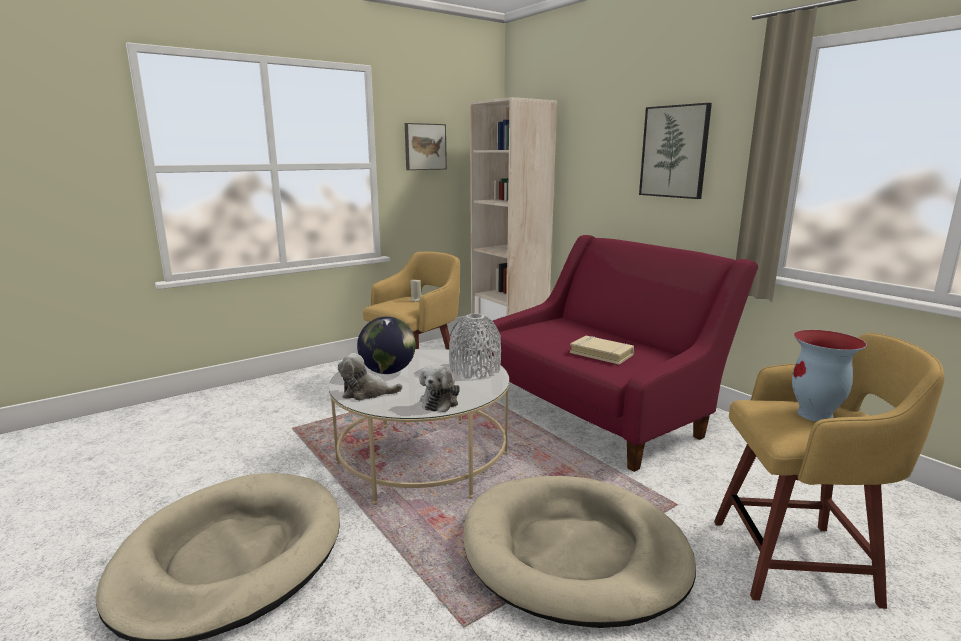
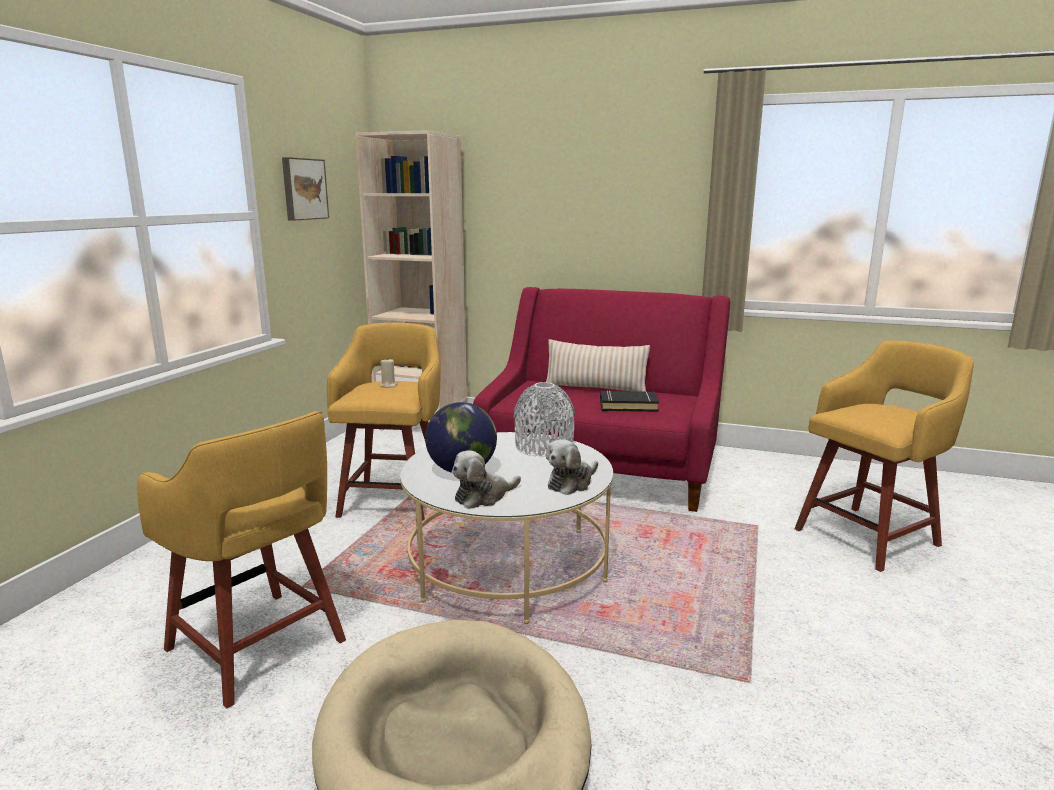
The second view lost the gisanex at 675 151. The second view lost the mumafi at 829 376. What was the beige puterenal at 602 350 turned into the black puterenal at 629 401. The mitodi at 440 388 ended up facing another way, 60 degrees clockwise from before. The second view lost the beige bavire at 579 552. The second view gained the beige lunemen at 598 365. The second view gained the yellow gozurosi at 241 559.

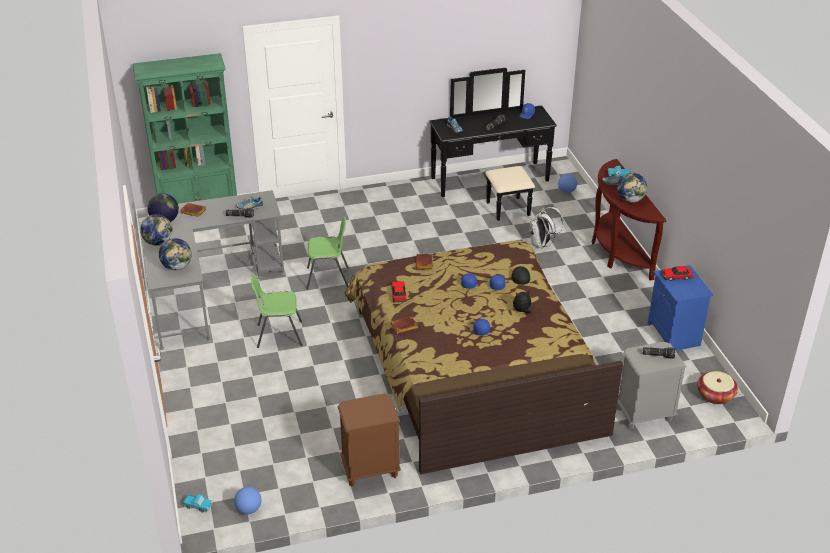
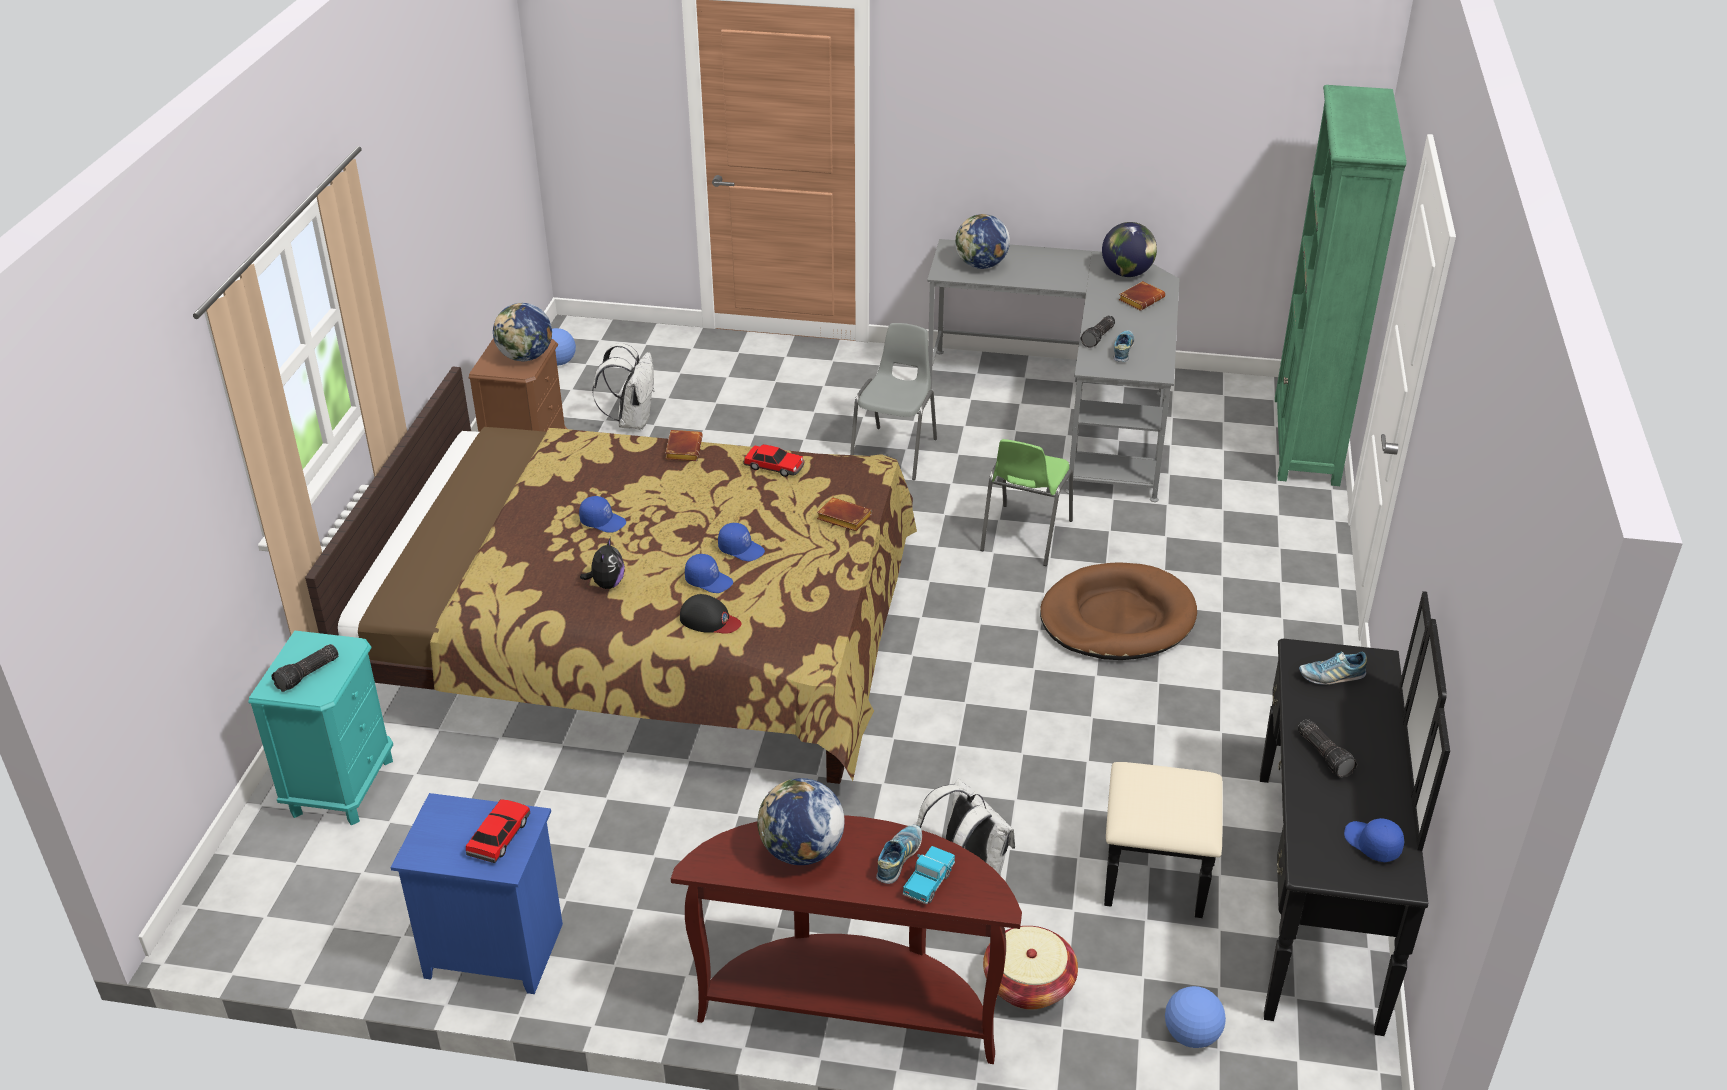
The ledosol ended up elsewhere, having gone from 156 230 to 522 332. What was the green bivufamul at 276 310 turned into the grey bivufamul at 893 401. What was the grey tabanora at 652 386 turned into the turquoise tabanora at 320 728. The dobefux ended up elsewhere, having gone from 717 387 to 1030 968. The second view lost the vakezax at 197 503. The second view gained the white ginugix at 623 386. The second view gained the brown bavire at 1118 611.

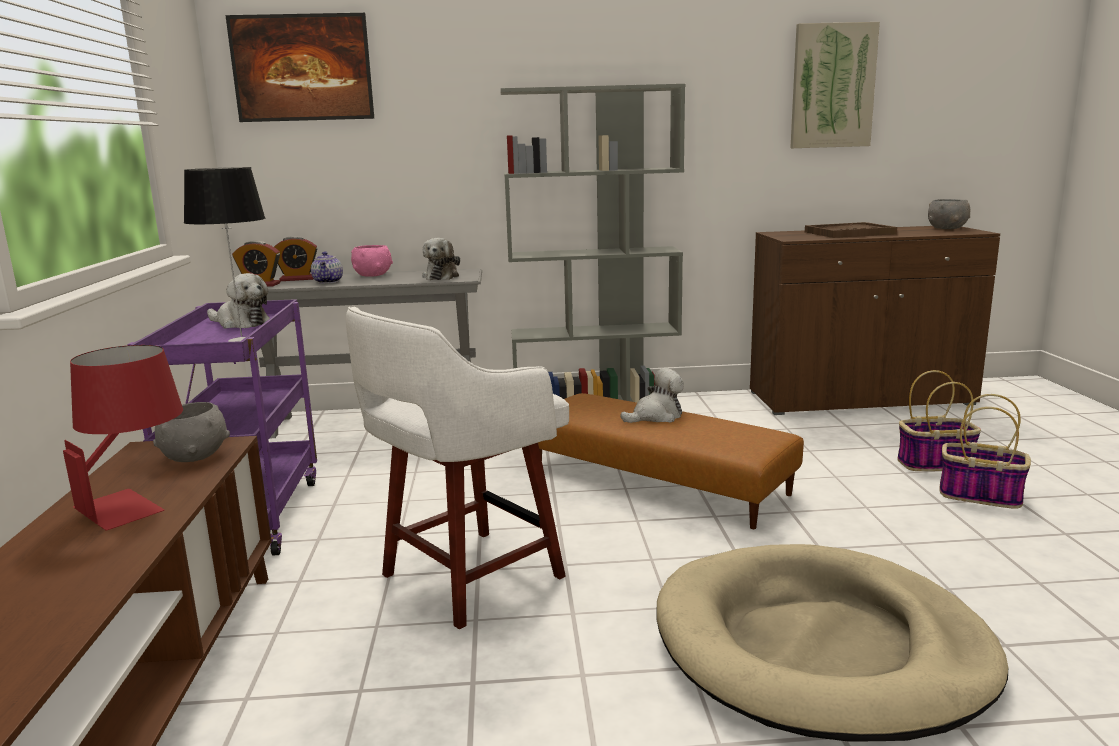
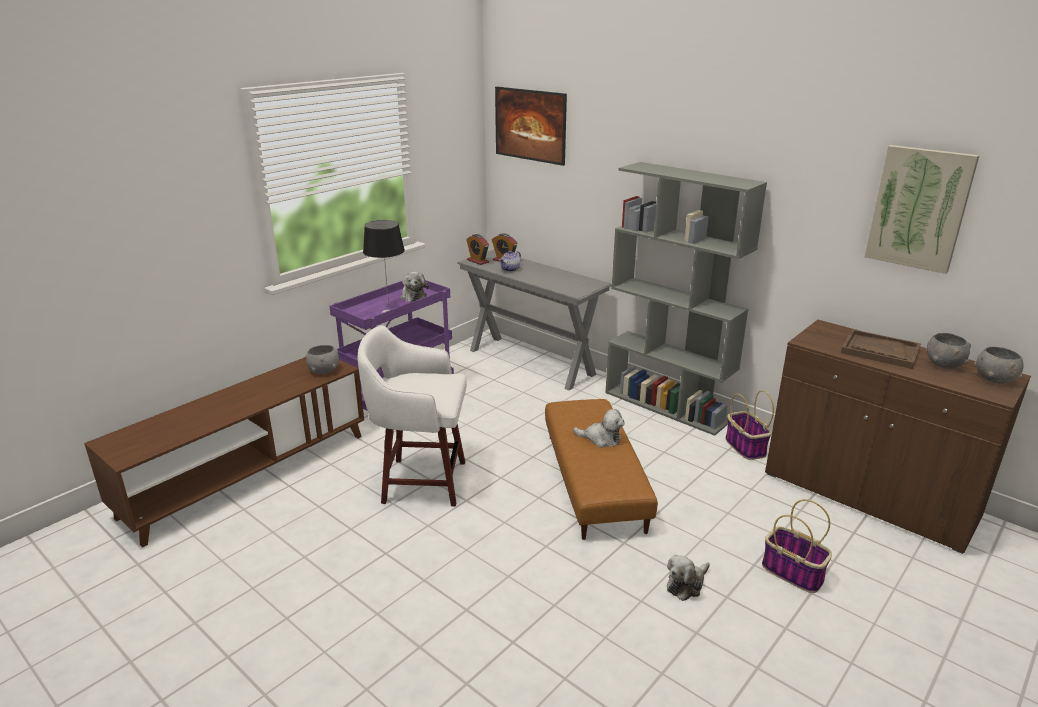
The mitodi ended up elsewhere, having gone from 441 259 to 688 578. The second view lost the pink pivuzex at 372 261. The second view lost the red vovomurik at 123 437. The dobefux ended up elsewhere, having gone from 985 451 to 749 425. The second view lost the beige bavire at 832 643. The second view gained the grey pivuzex at 949 351.

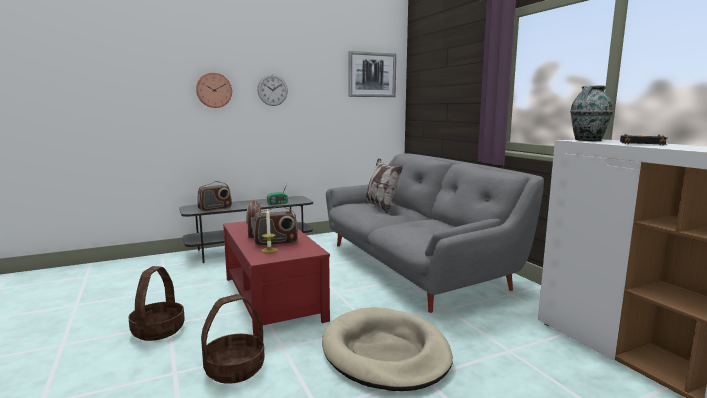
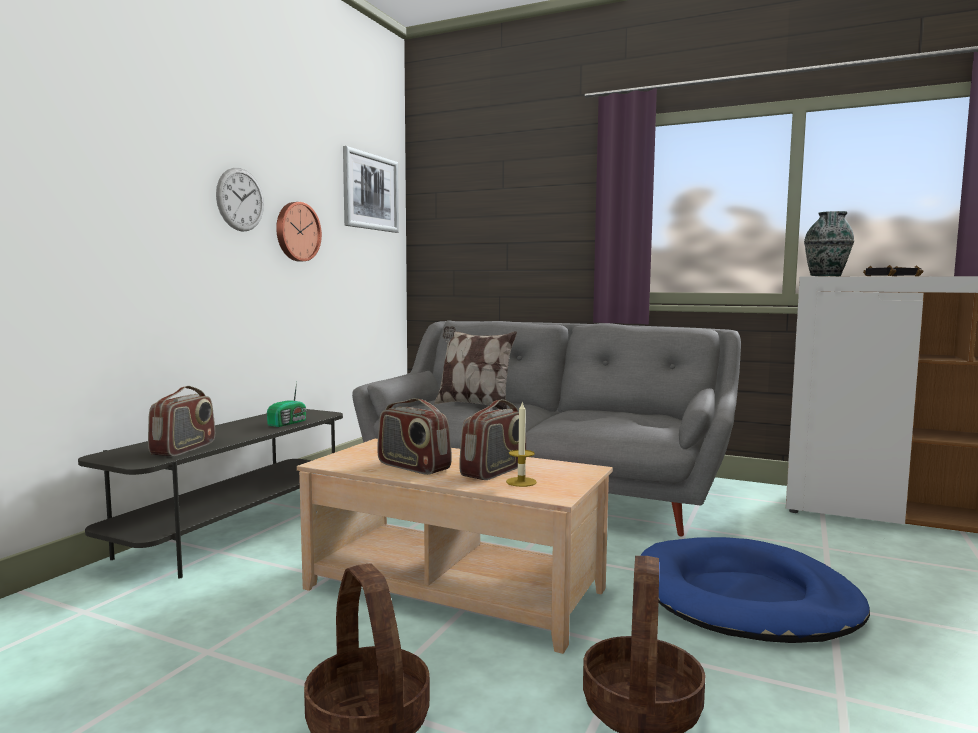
The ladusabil ended up elsewhere, having gone from 214 90 to 299 231. What was the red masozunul at 276 278 turned into the beige masozunul at 455 546. What was the beige bavire at 387 349 turned into the blue bavire at 755 590.

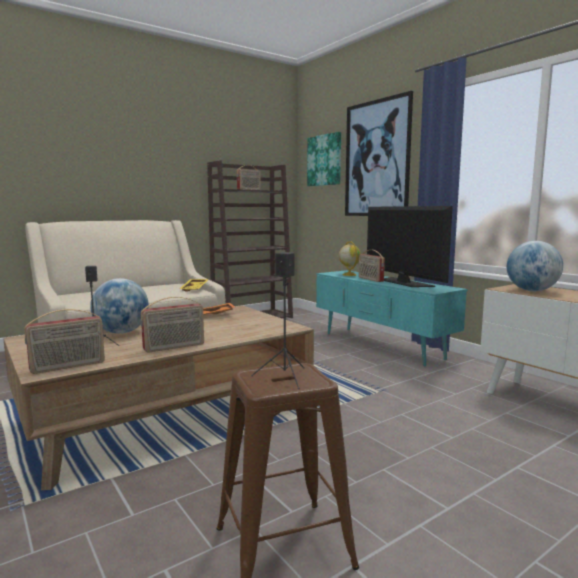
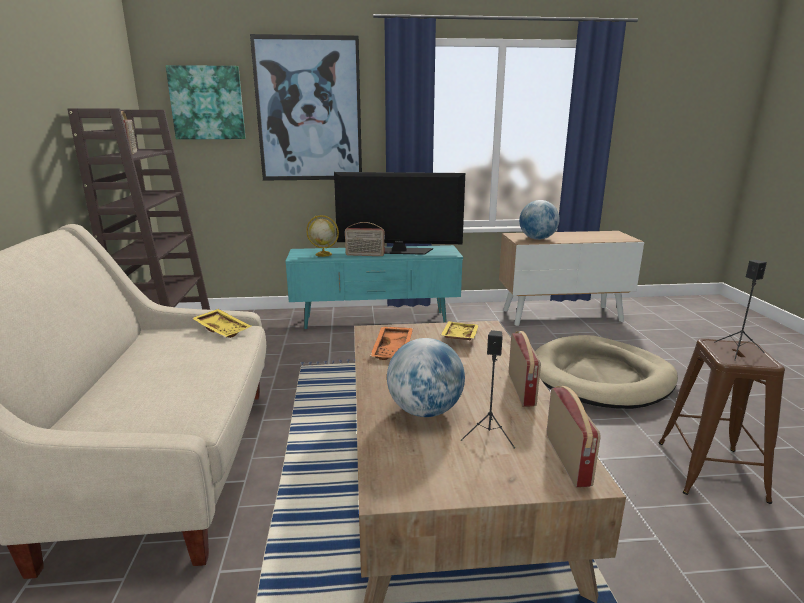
The second view gained the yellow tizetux at 460 330. The second view gained the beige bavire at 606 372.

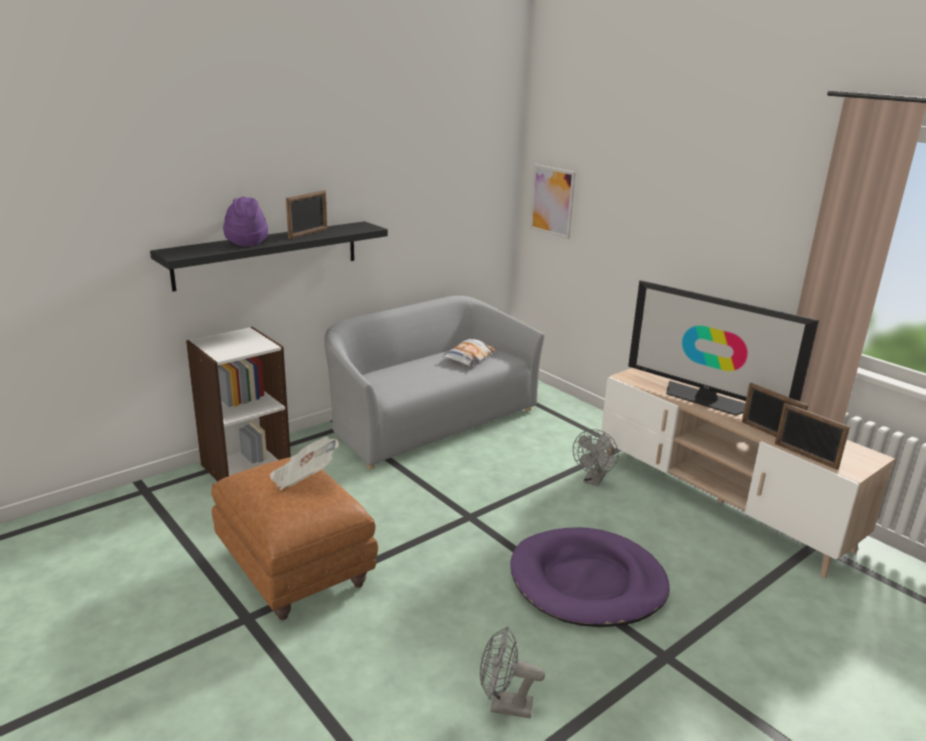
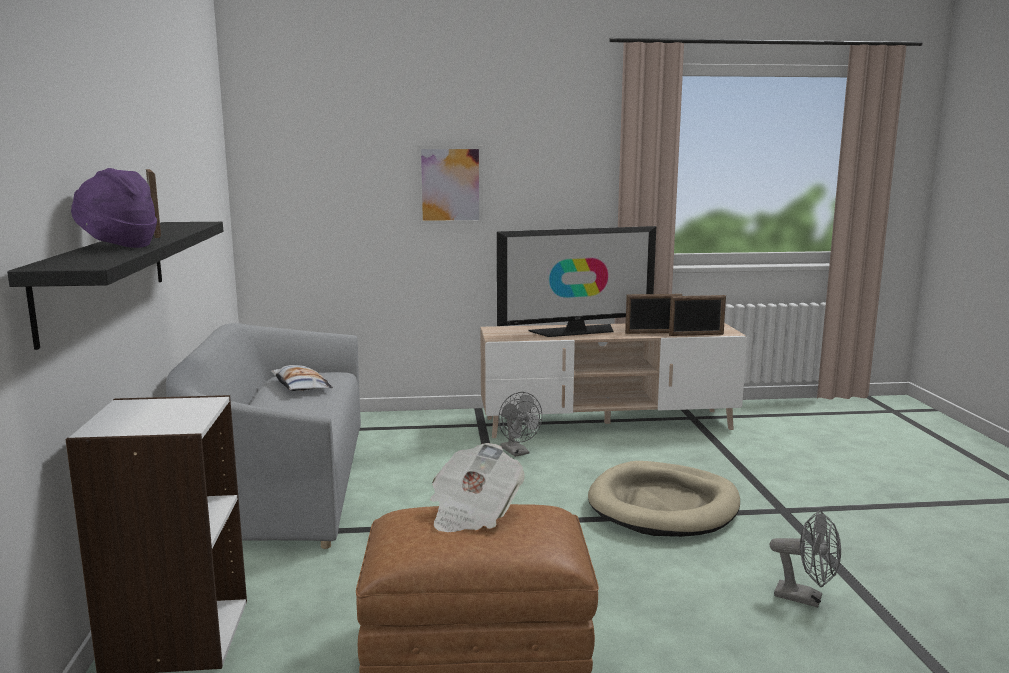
The gisanex ended up elsewhere, having gone from 553 201 to 450 185. What was the purple bavire at 590 577 turned into the beige bavire at 664 499. The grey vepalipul at 512 672 ended up facing another way, 105 degrees counterclockwise from before.

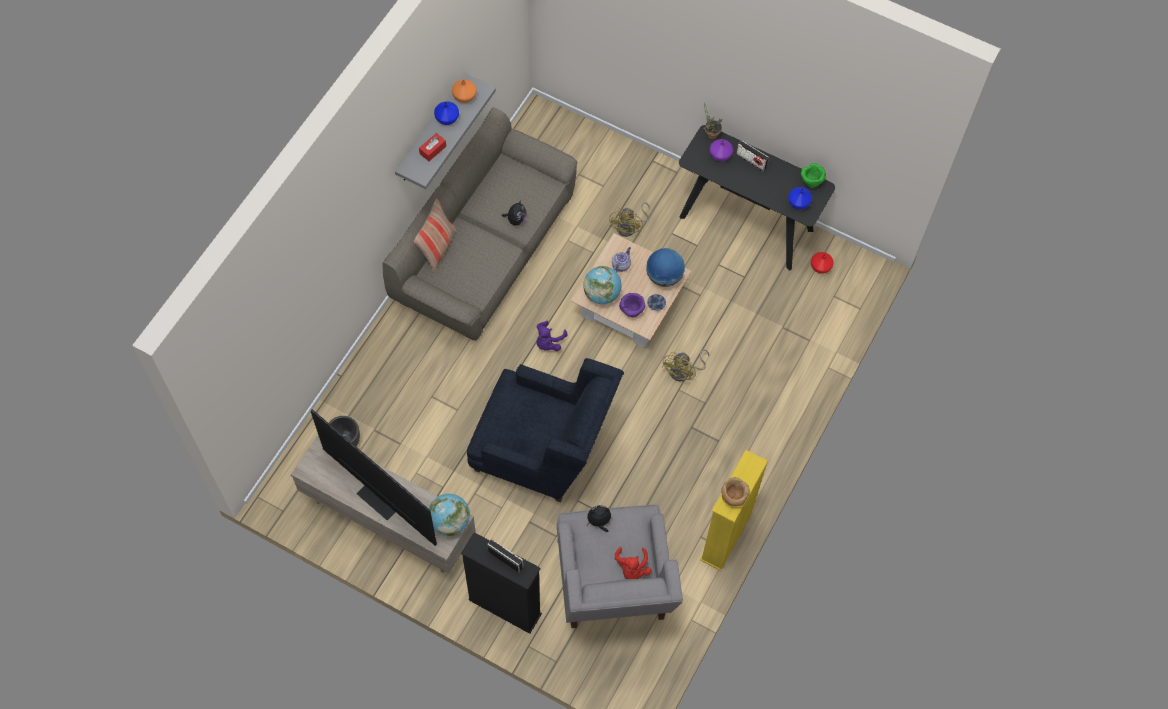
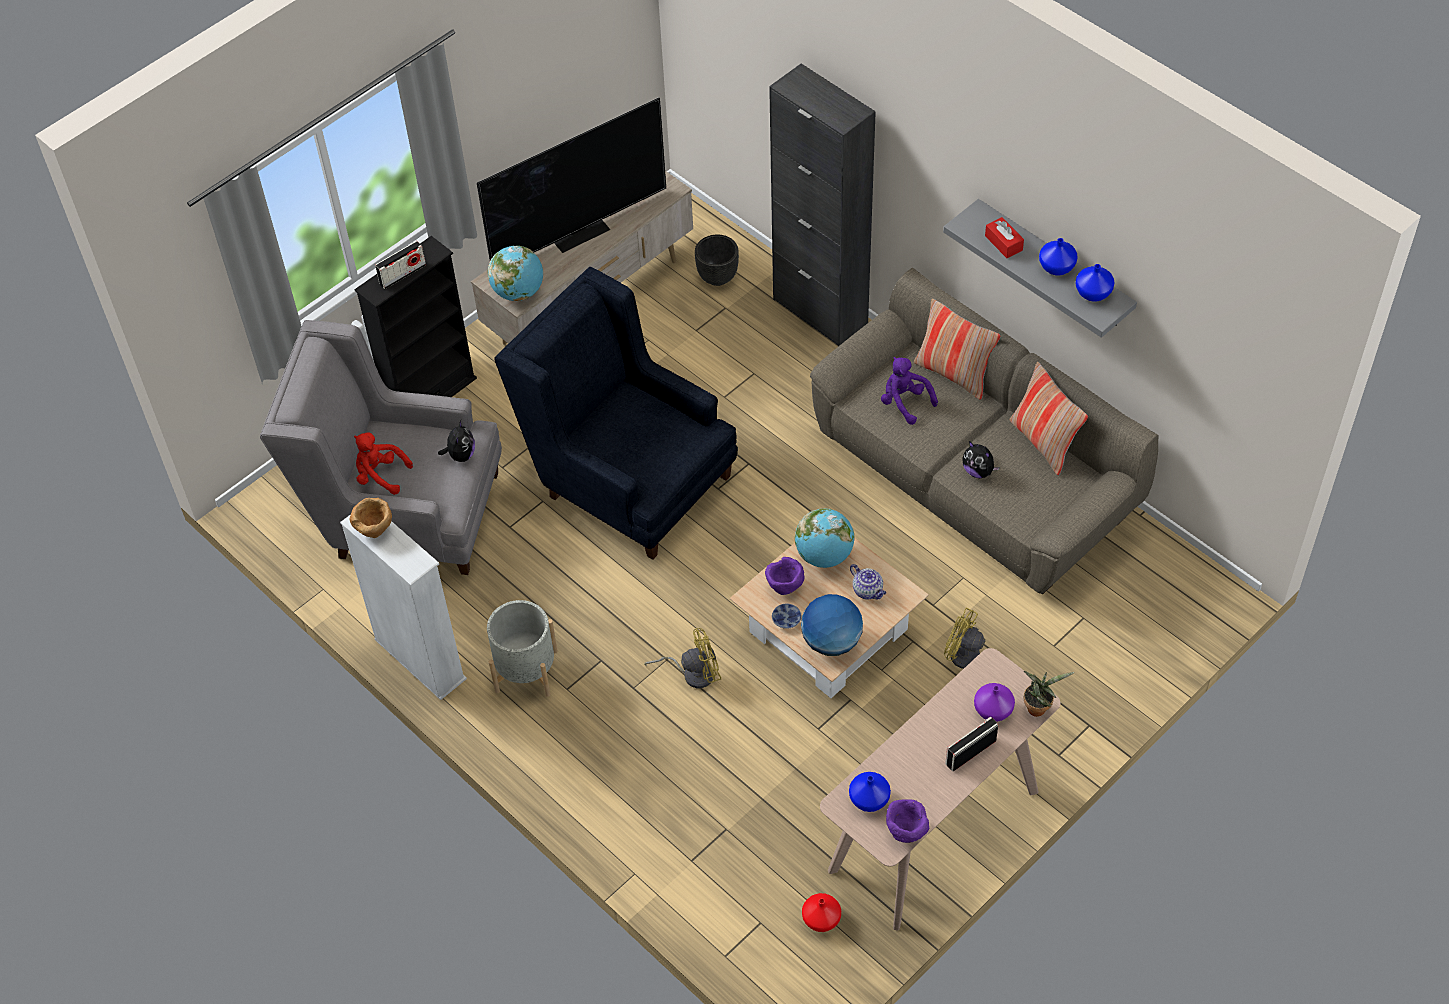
What was the orange mumafi at 464 91 turned into the blue mumafi at 1095 283. What was the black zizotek at 757 198 turned into the beige zizotek at 940 789. What was the green pivuzex at 813 175 turned into the purple pivuzex at 907 821. The purple mitodi ended up elsewhere, having gone from 552 336 to 909 391. The yellow vepalipul at 685 365 ended up facing another way, 120 degrees clockwise from before. The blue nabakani at 545 430 ended up facing another way, 90 degrees clockwise from before. What was the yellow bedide at 734 510 turned into the white bedide at 403 607. The second view gained the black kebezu at 822 204. The second view gained the lunemen at 1048 418. The second view gained the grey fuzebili at 522 648.

